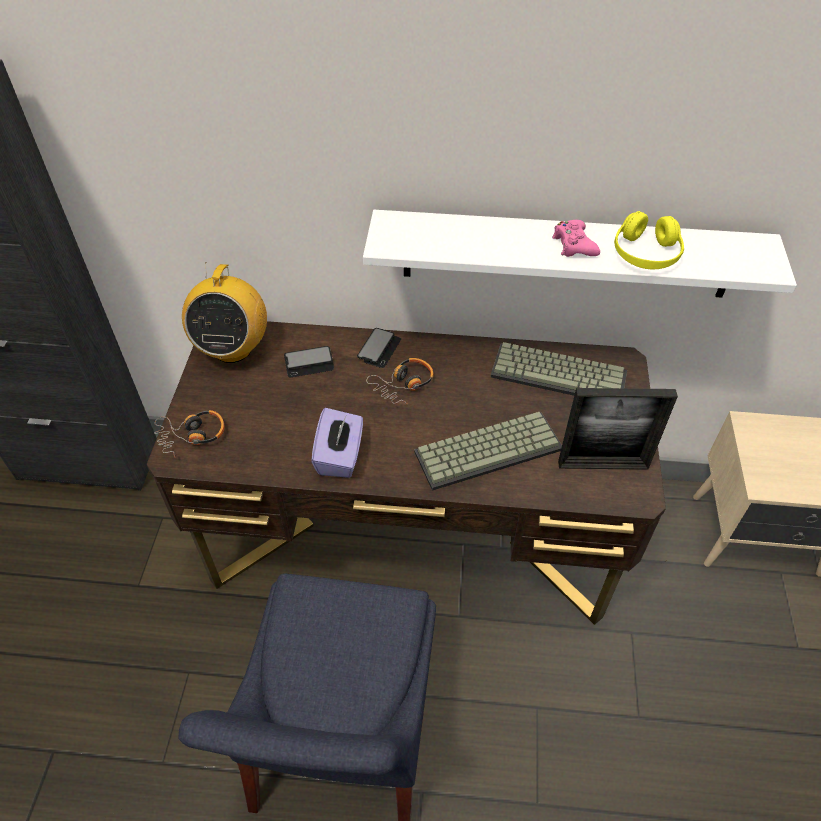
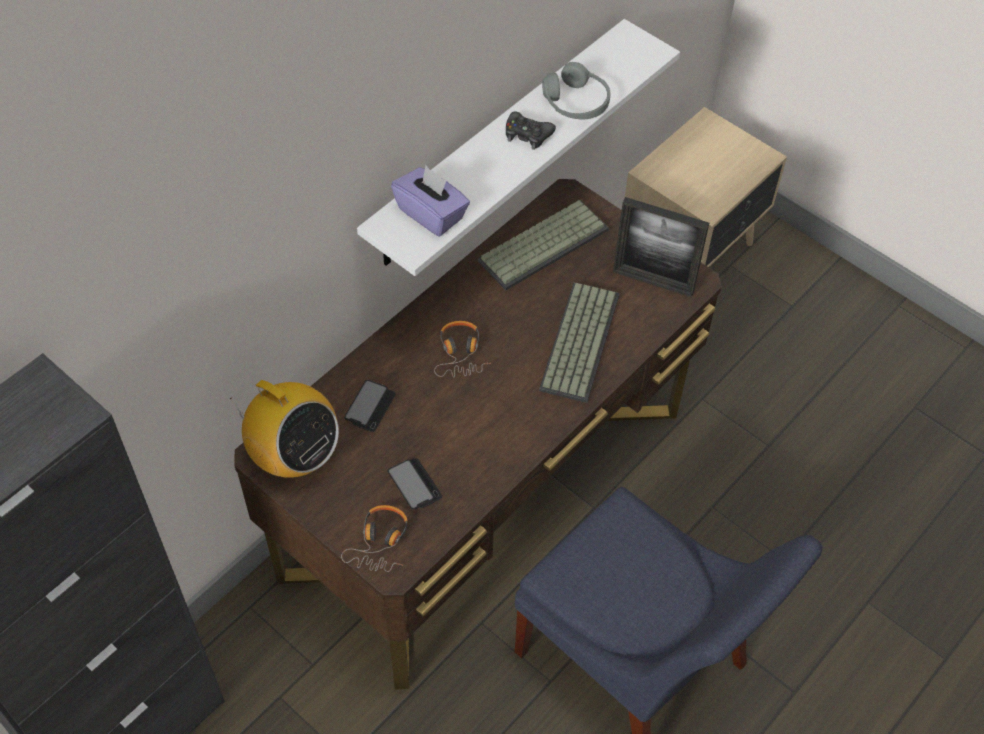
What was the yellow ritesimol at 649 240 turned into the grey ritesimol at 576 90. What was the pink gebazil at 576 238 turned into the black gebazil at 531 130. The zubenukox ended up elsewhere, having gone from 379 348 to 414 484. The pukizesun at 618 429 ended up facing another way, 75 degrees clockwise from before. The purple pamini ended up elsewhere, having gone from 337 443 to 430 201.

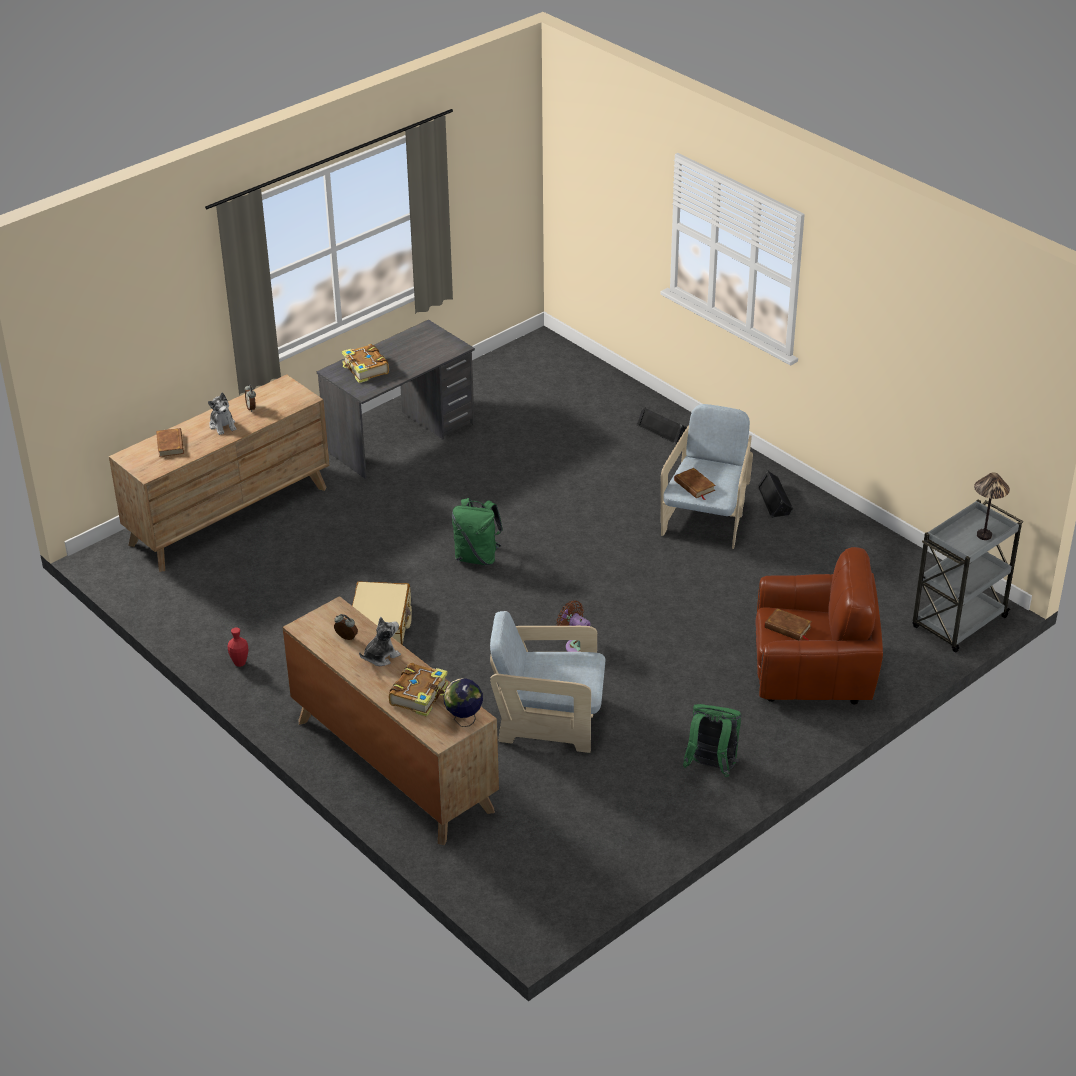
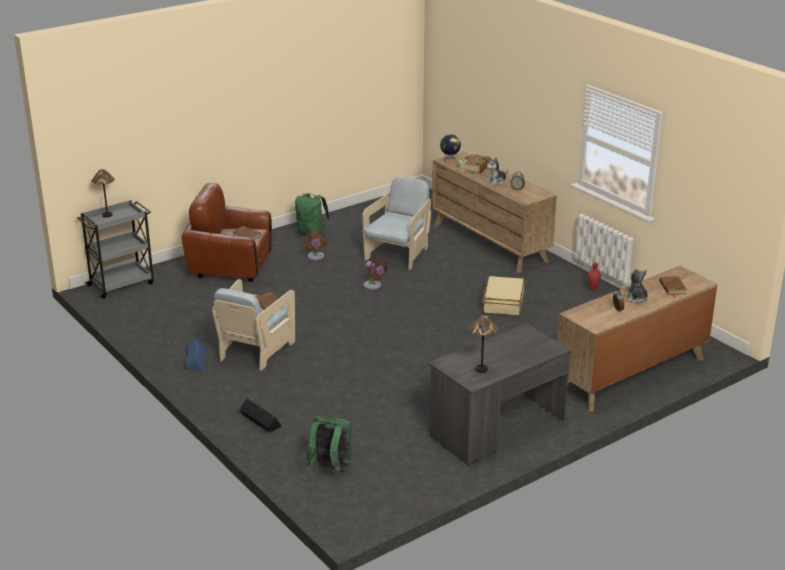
The second view lost the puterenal at 365 363. What was the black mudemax at 775 494 turned into the blue mudemax at 196 354. The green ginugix ended up elsewhere, having gone from 477 531 to 329 445. The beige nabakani at 547 682 ended up facing another way, 75 degrees counterclockwise from before. The second view gained the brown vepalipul at 315 245. The second view gained the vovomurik at 483 344.

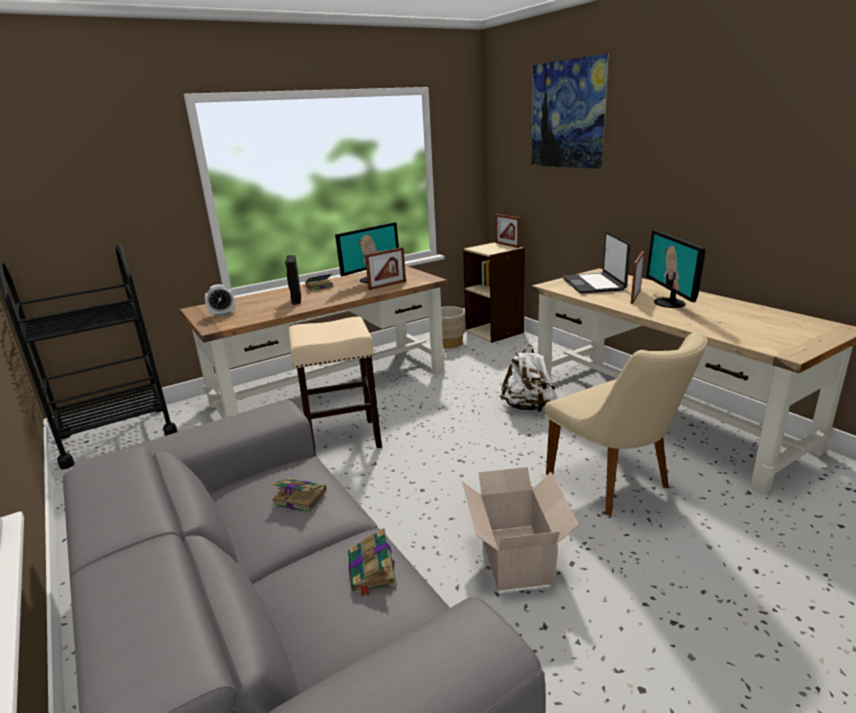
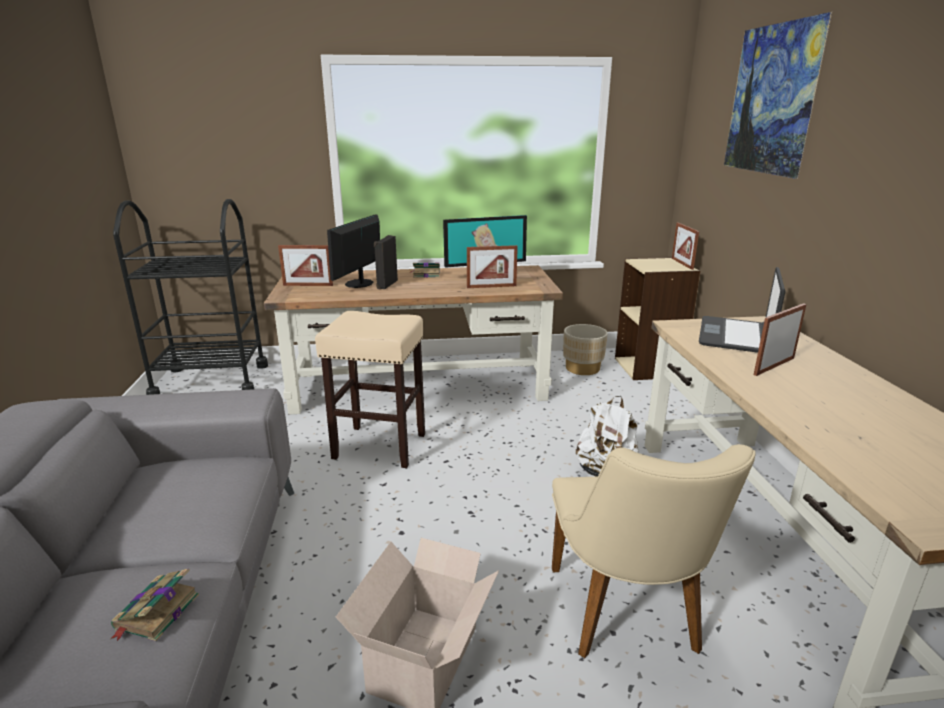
The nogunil ended up elsewhere, having gone from 676 269 to 353 251. Where the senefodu stood at 220 300, the pukizesun came to stand at 305 265. The second view lost the puterenal at 298 495.

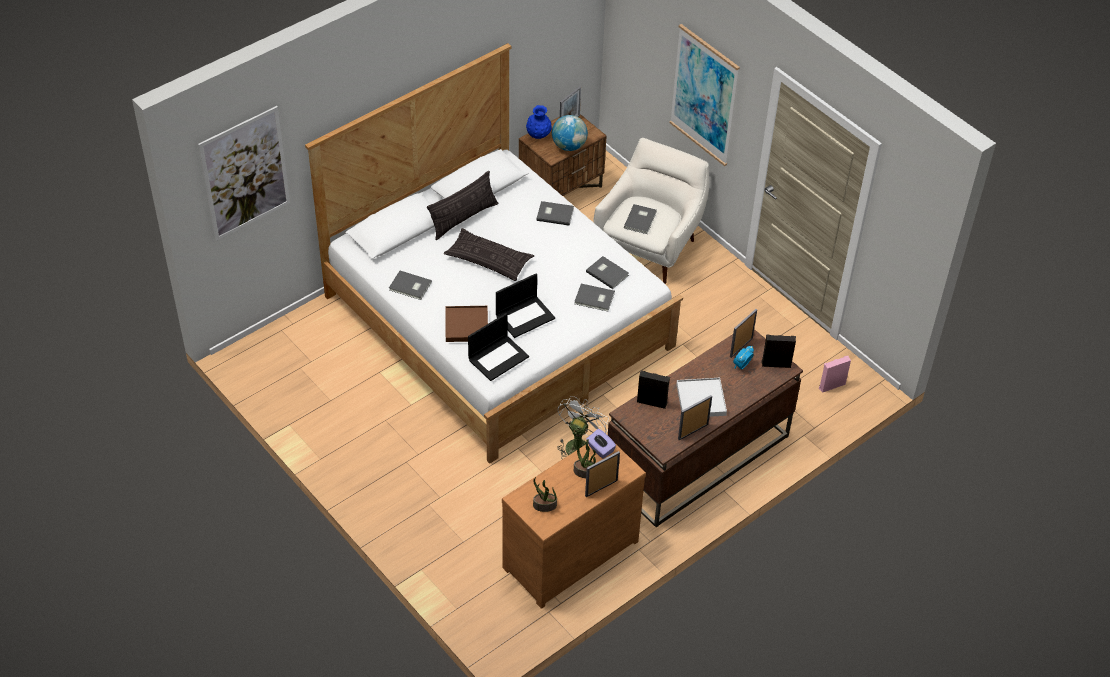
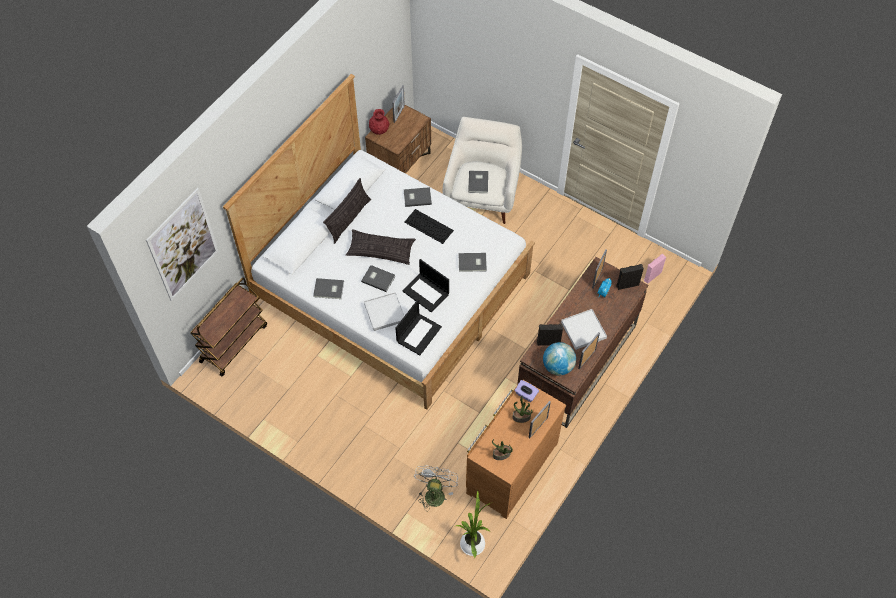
The second view lost the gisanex at 704 95. What was the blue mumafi at 539 122 turned into the red mumafi at 379 122. The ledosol ended up elsewhere, having gone from 570 133 to 559 358. The grey puterenal ended up elsewhere, having gone from 607 272 to 378 278. The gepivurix at 525 306 ended up facing another way, 90 degrees clockwise from before. What was the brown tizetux at 467 324 turned into the white tizetux at 384 311. The white vepalipul ended up elsewhere, having gone from 583 427 to 436 488. The second view gained the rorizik at 429 226. The second view gained the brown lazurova at 228 326. The second view gained the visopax at 473 524.

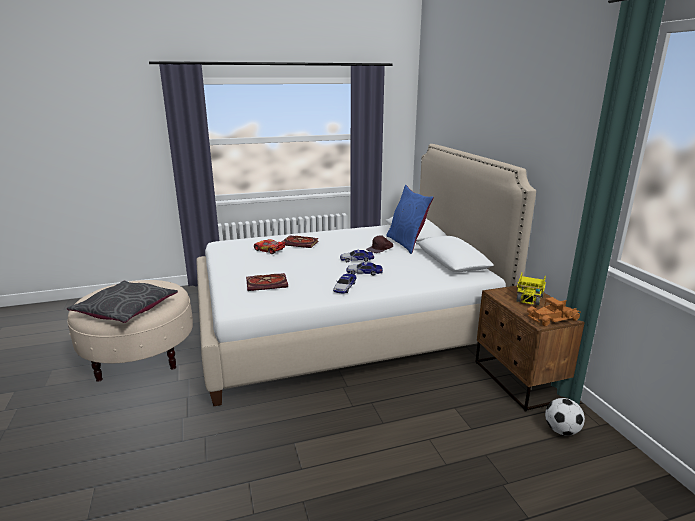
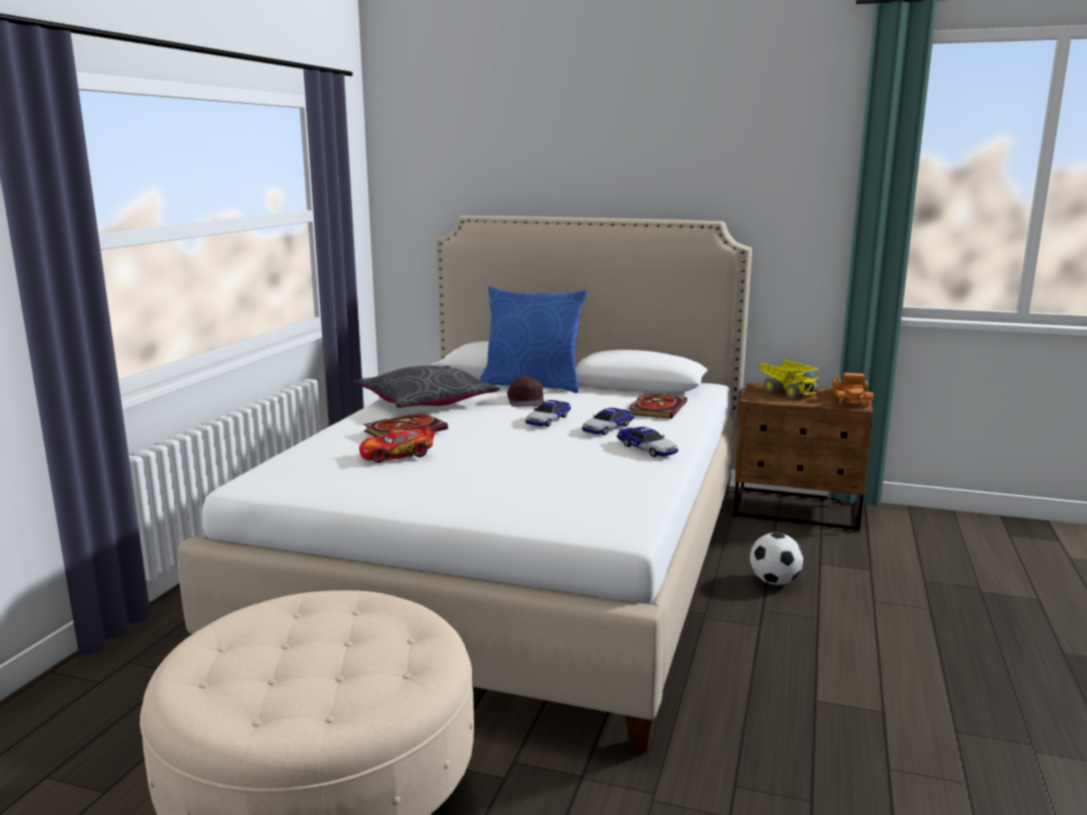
The puterenal ended up elsewhere, having gone from 267 282 to 657 406. The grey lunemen ended up elsewhere, having gone from 122 302 to 426 387. The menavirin ended up elsewhere, having gone from 565 417 to 776 559.

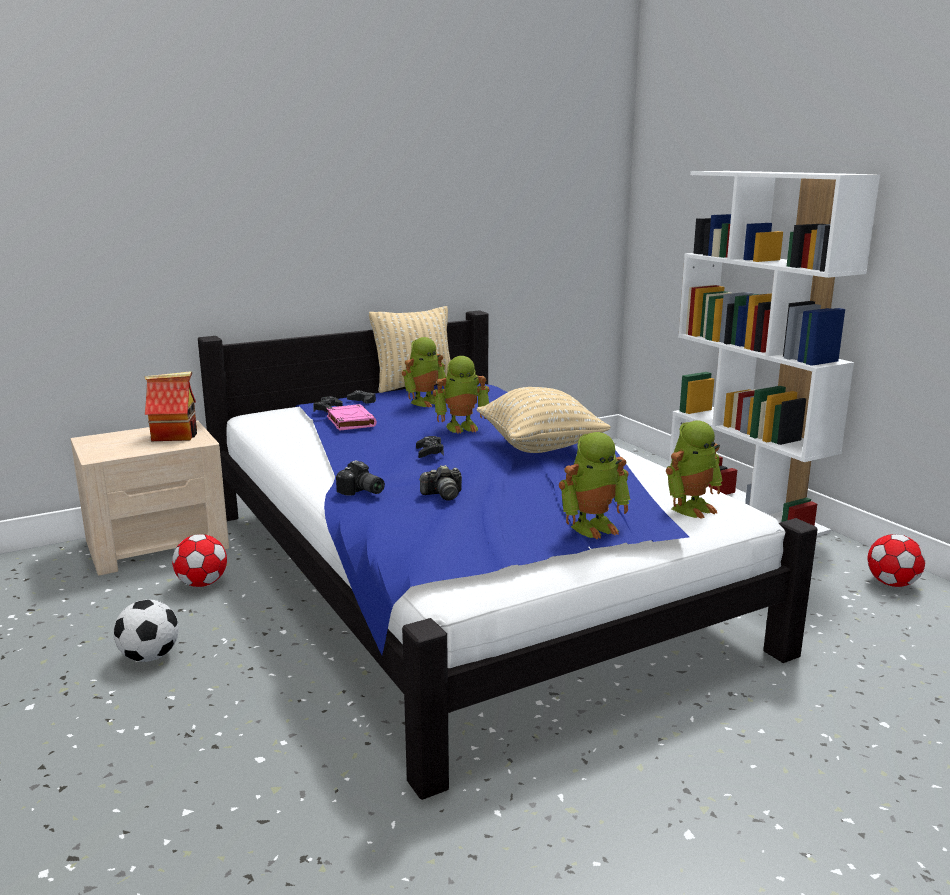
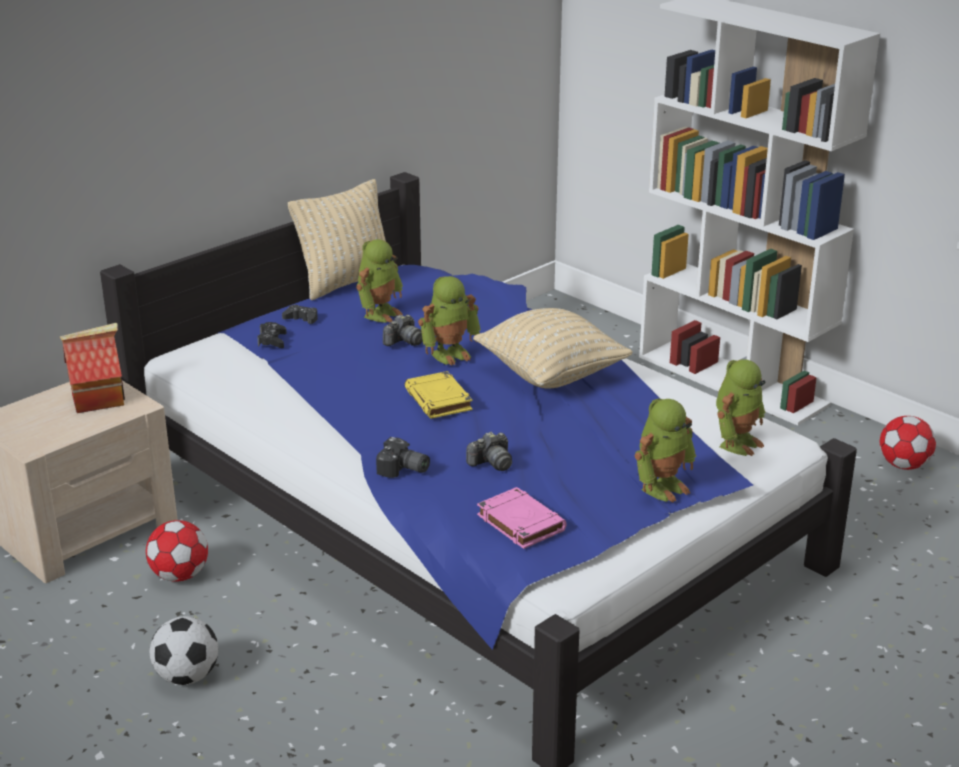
The pink puterenal ended up elsewhere, having gone from 352 417 to 522 518. Where the black gebazil stood at 430 447, the yellow puterenal came to stand at 439 395. The second view gained the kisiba at 403 330.

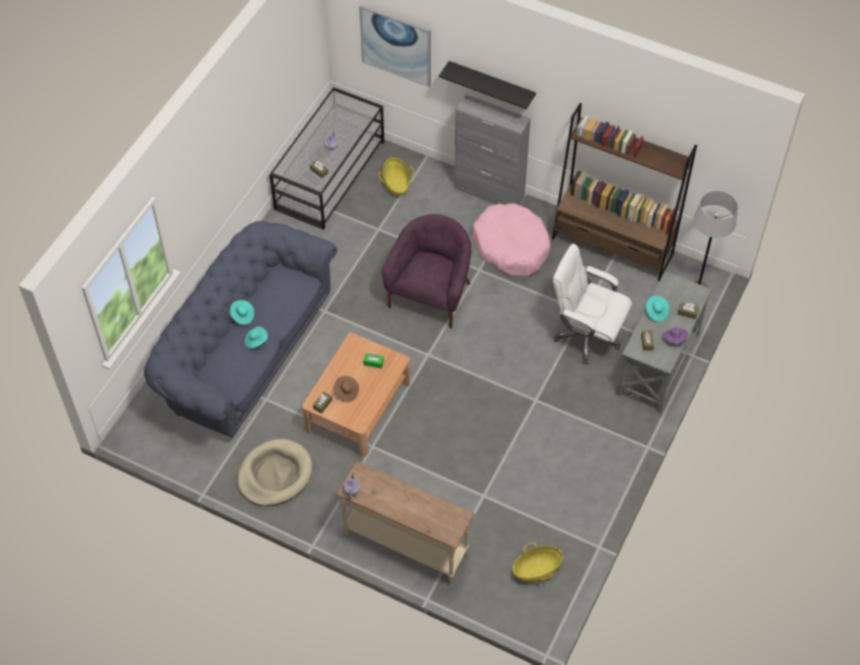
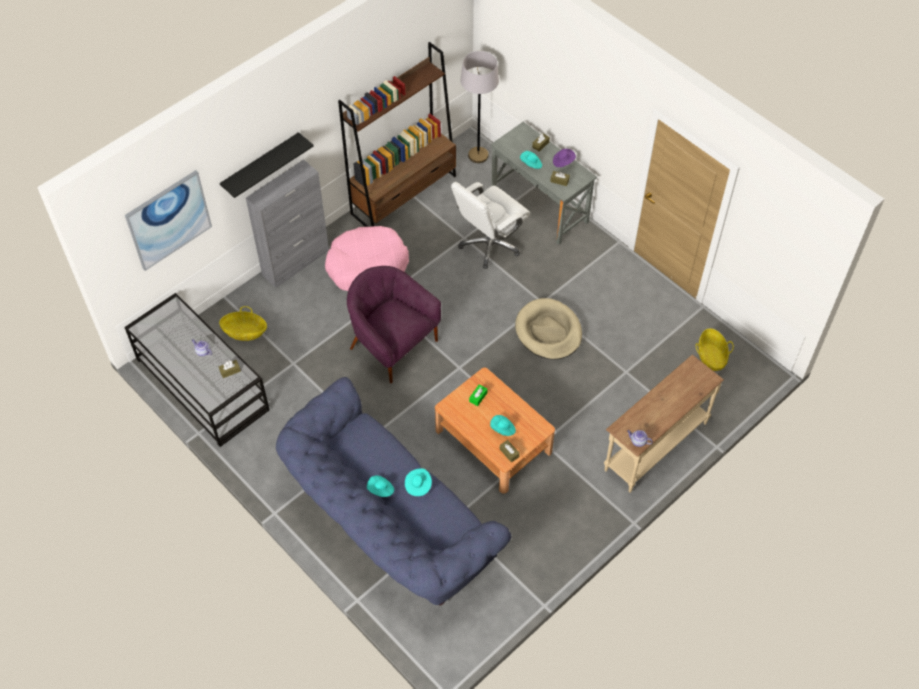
What was the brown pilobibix at 346 389 turned into the turquoise pilobibix at 503 425. The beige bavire ended up elsewhere, having gone from 274 472 to 548 329.

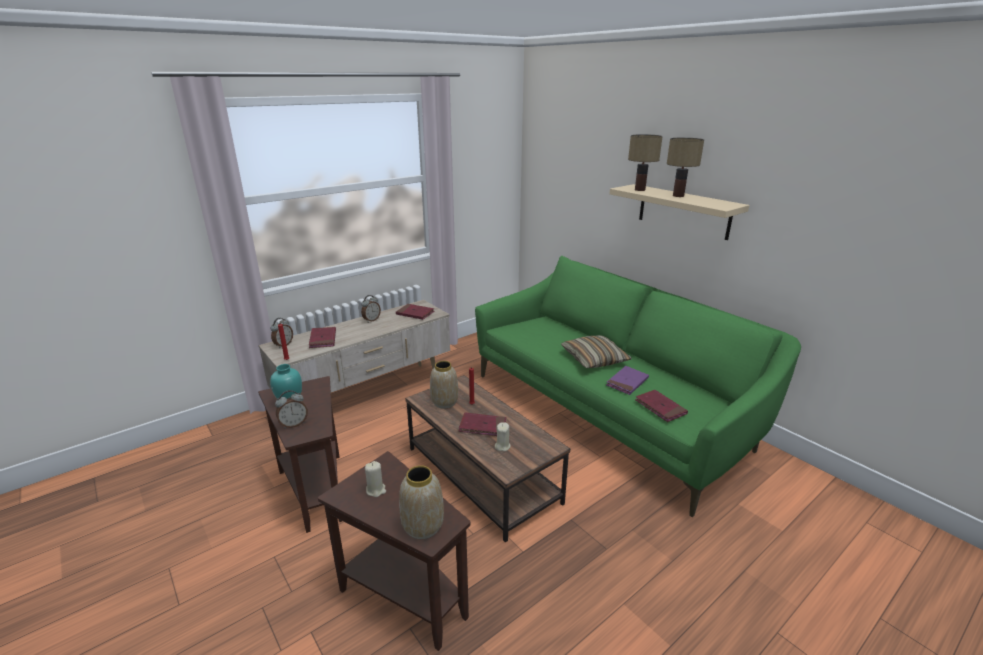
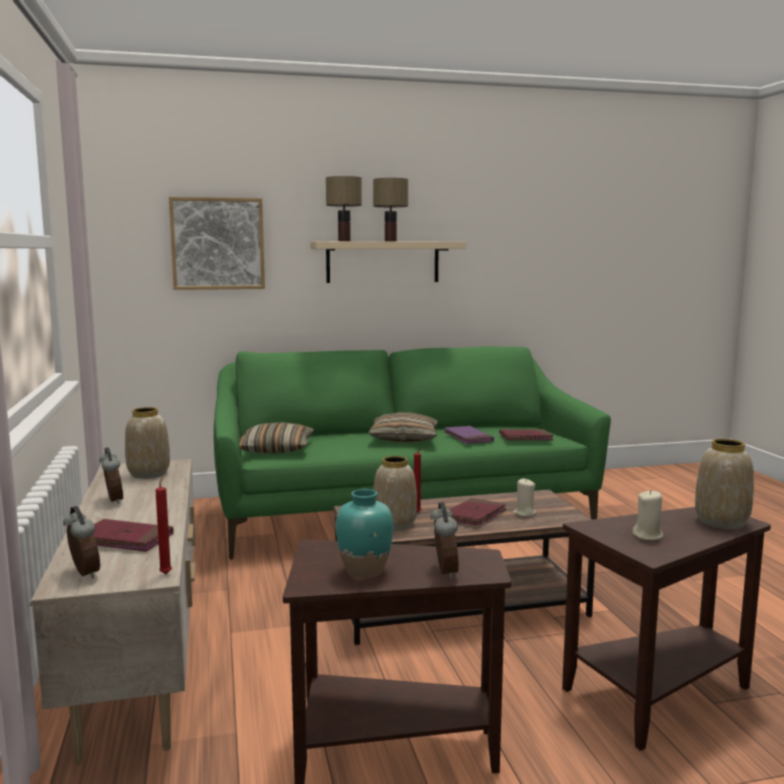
Where the red puterenal stood at 415 312, the mumafi came to stand at 147 443. The second view gained the gisanex at 217 243. The second view gained the lunemen at 276 437.

